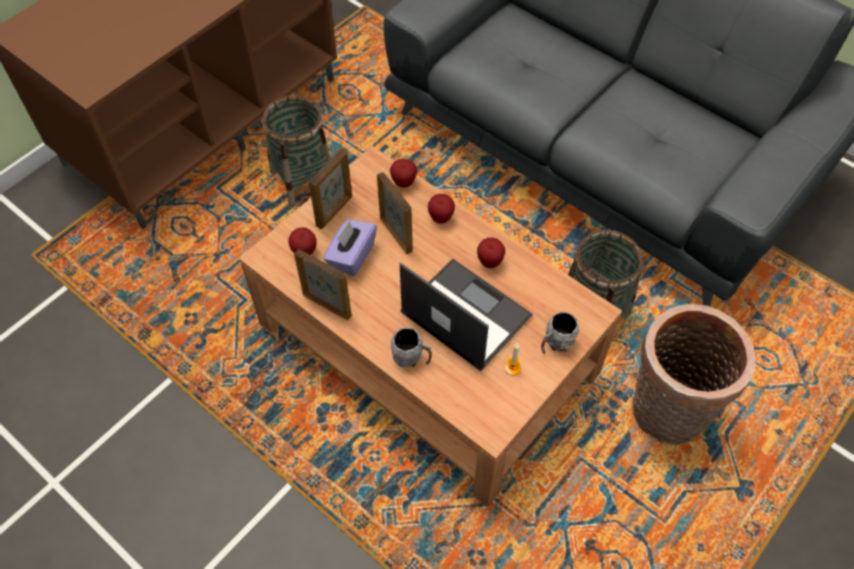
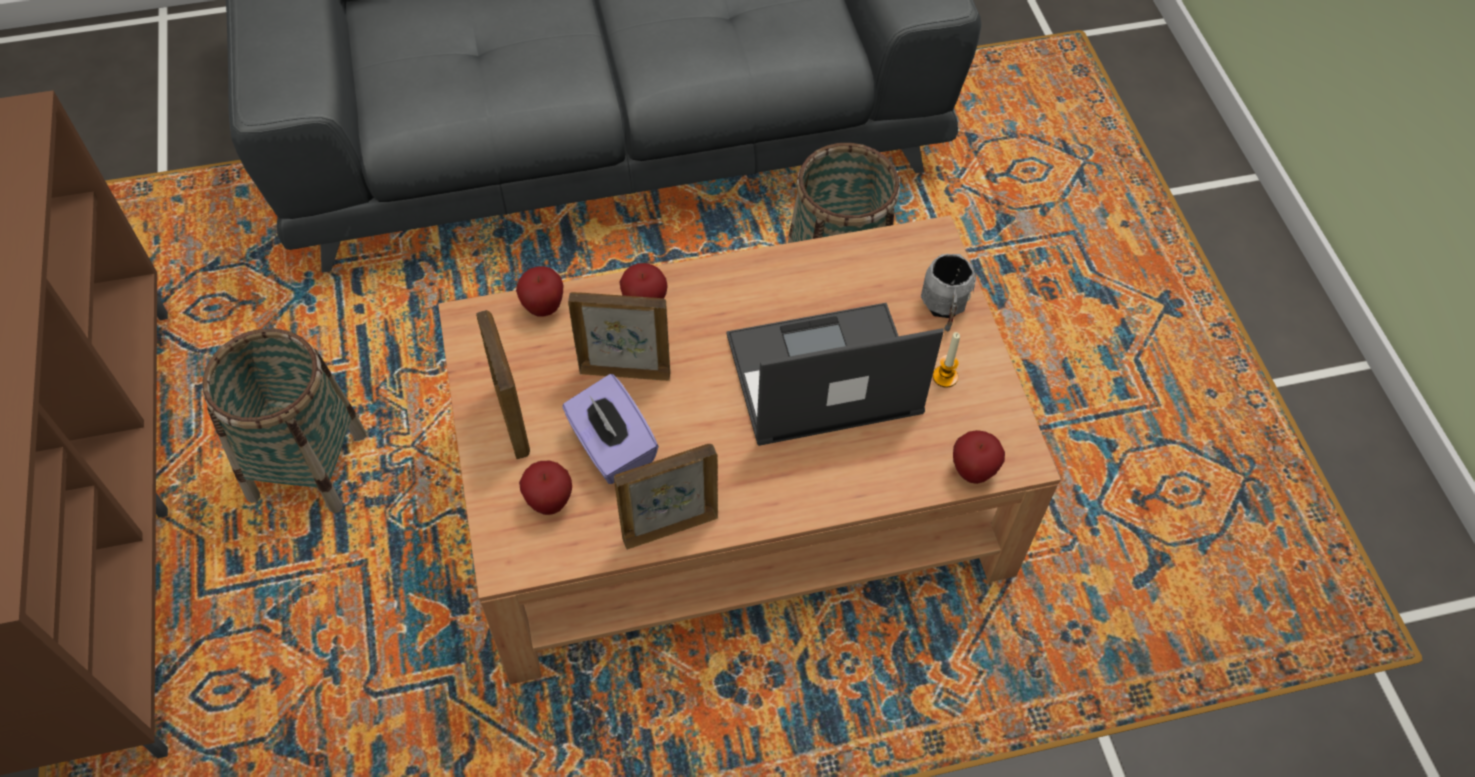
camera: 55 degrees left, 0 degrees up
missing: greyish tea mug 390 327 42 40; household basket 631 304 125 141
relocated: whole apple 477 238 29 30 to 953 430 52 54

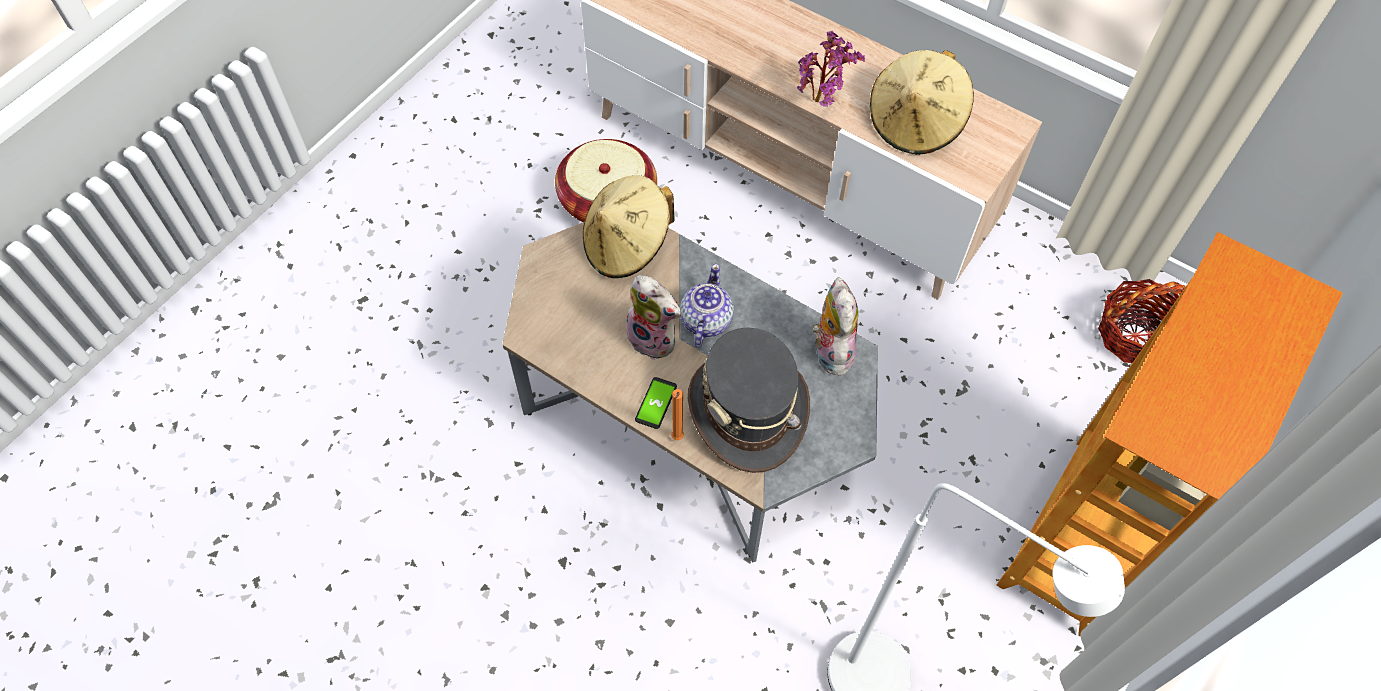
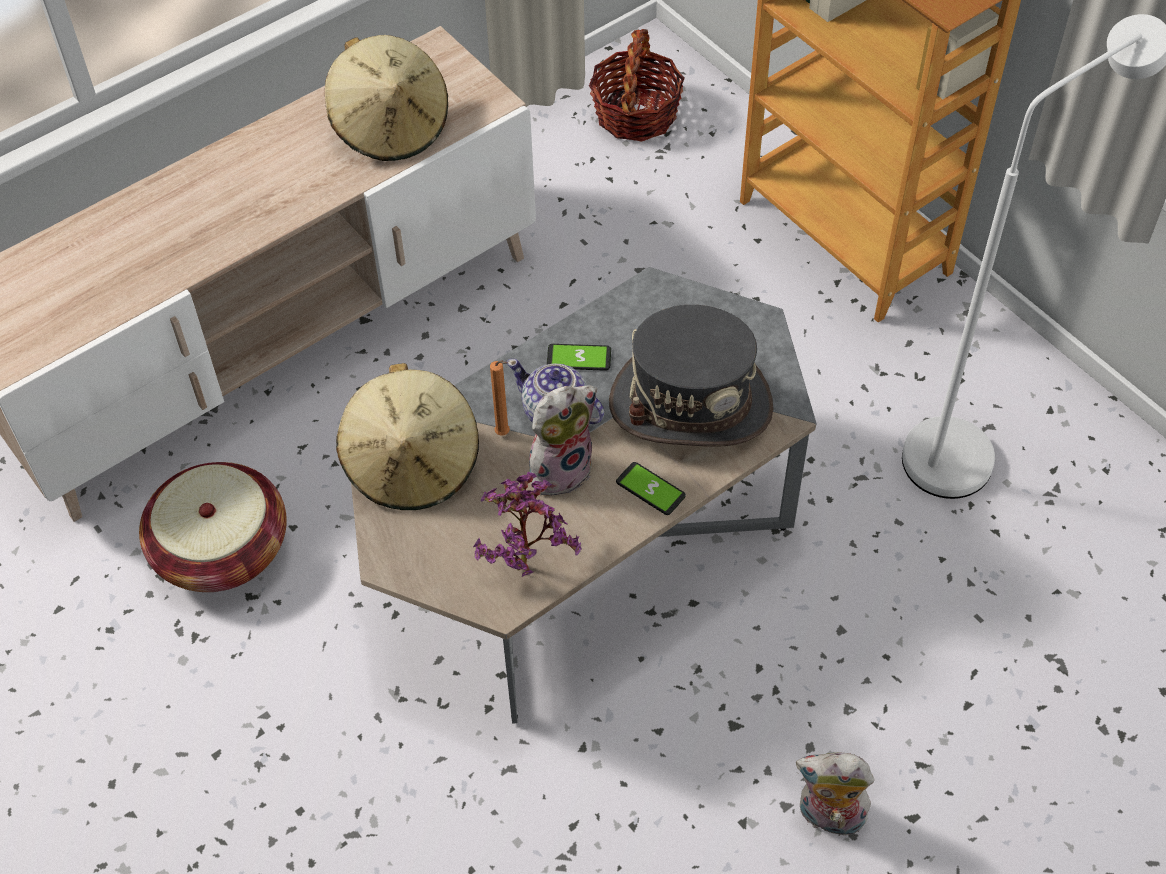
camera: 70 degrees left, 5 degrees down
appeared: phone 547 344 64 27
relocated: orange-coloured candle 671 389 13 51 to 490 360 20 76; houseplant 797 31 68 76 to 473 472 109 105; soft toy 812 277 46 99 to 796 752 78 84

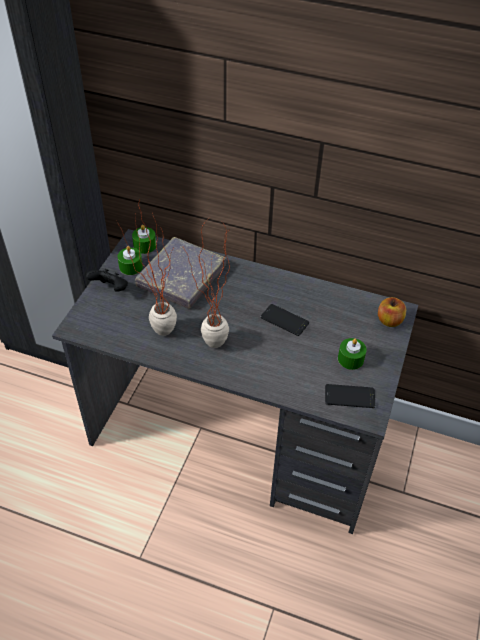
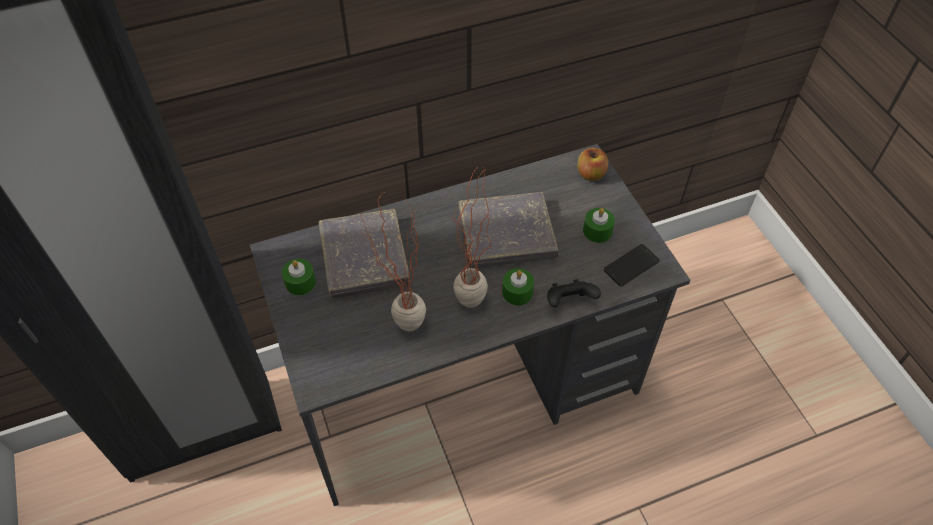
camera: 40 degrees left, 5 degrees up
relocated: blackish gamepad 86 269 42 23 to 547 279 54 29; green-coloured candle 132 225 24 29 to 502 268 32 38
exchanged: phone 261 304 48 32 to greyish volume 458 192 100 76

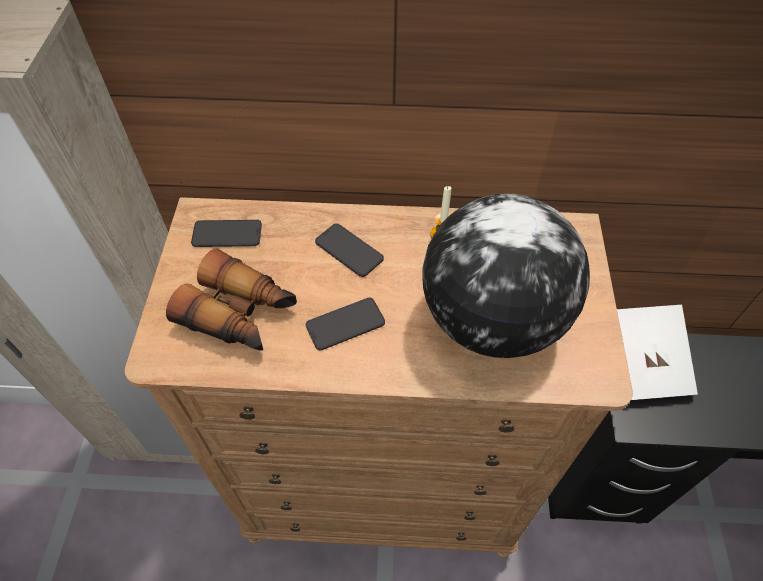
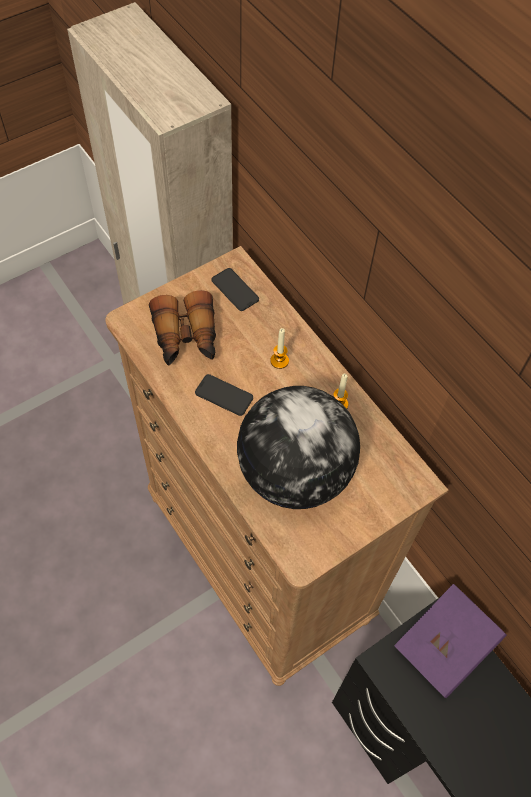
camera: 50 degrees right, 5 degrees up
exchanged: phone 315 223 69 54 to candle 270 328 19 41
colour: white volume 617 305 81 95 to purplish volume 394 584 113 114

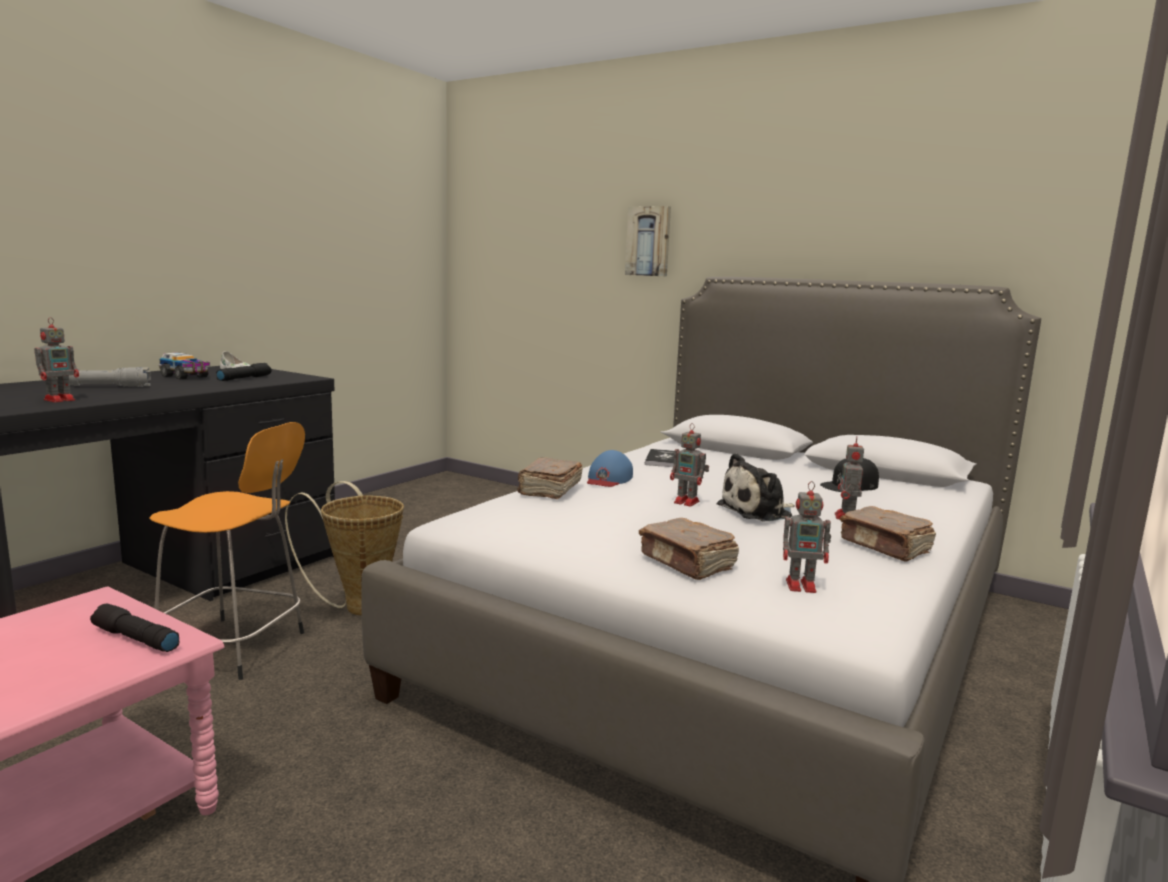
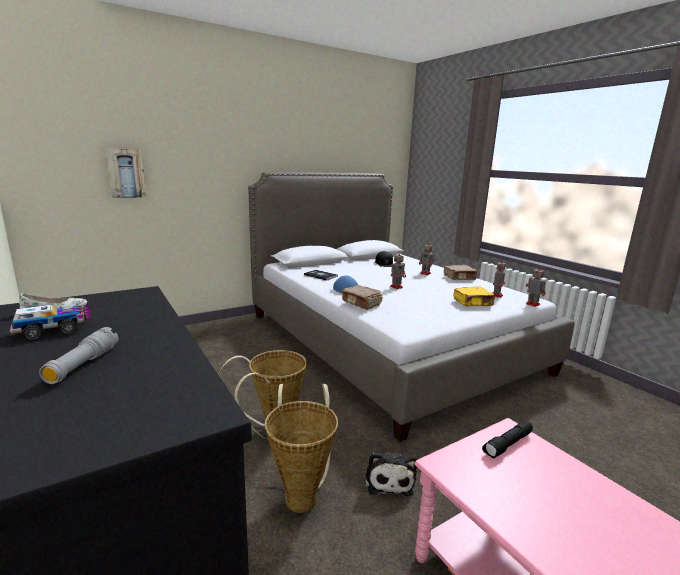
camera: 65 degrees left, 5 degrees up
missing: blackish flashlight 216 363 56 18
relocated: toy robot 34 317 45 85 to 526 269 20 38; picture 625 206 46 70 to 106 148 40 50; soft toy 717 453 78 68 to 365 452 52 44
exchanged: orange-coloured stool 149 422 156 258 to household basket 265 384 73 129
colour: brown-coloured volume 639 518 100 62 to yellow-coloured volume 453 286 42 20

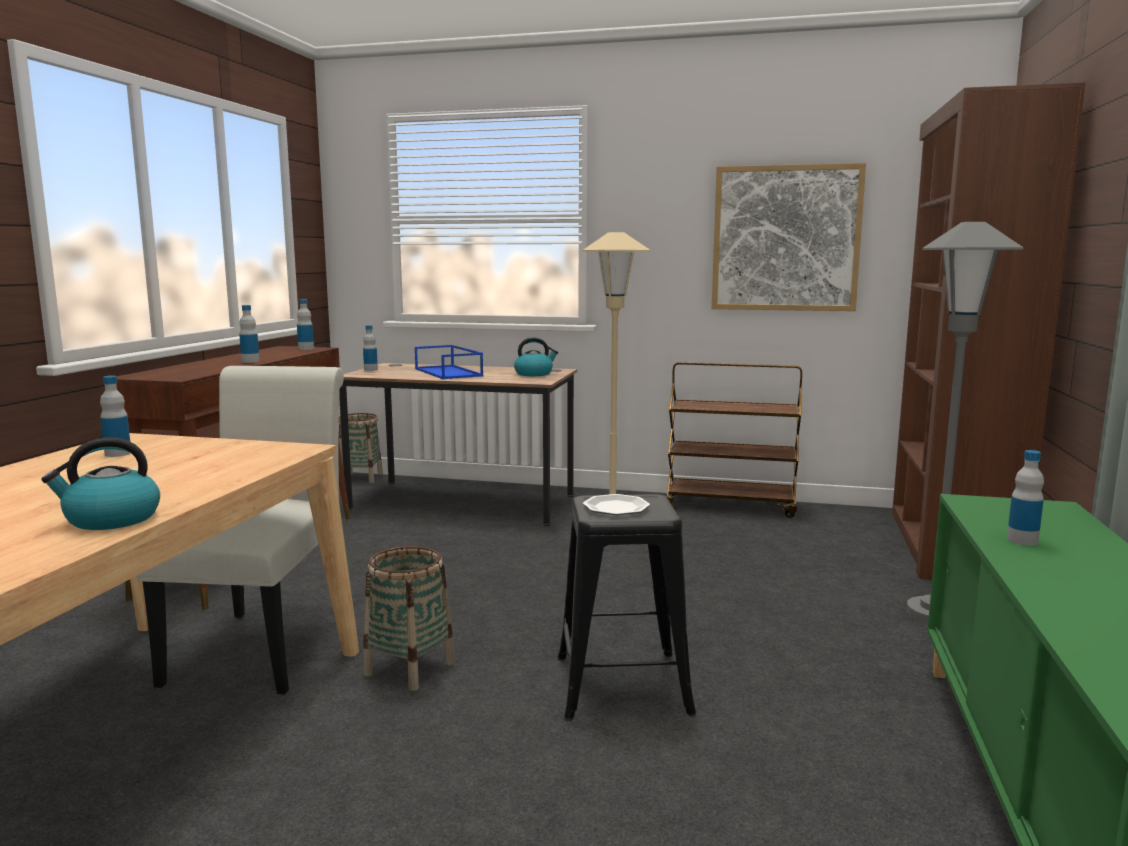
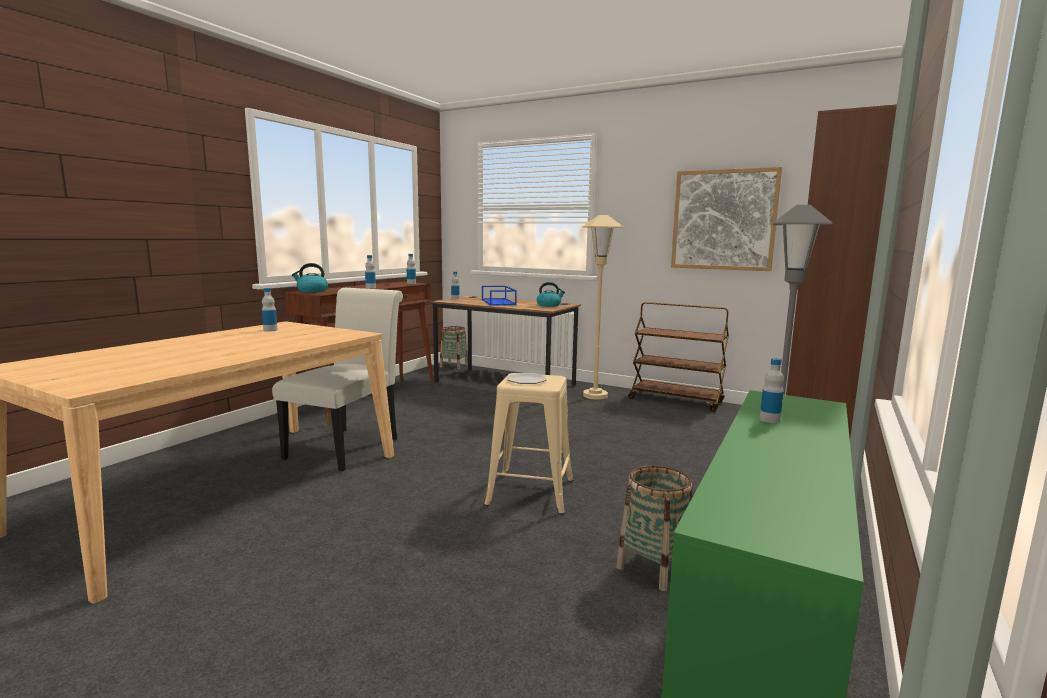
camera: 15 degrees right, 0 degrees up
relocated: kettle 41 437 119 93 to 292 263 36 29; household basket 363 546 92 145 to 617 465 75 126
colour: blackish stool 558 494 138 227 to sand-coloured stool 484 373 89 142

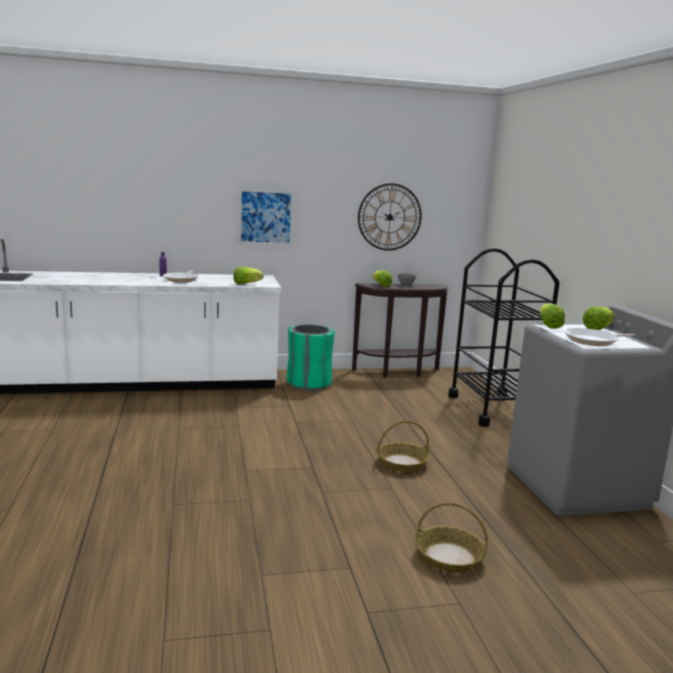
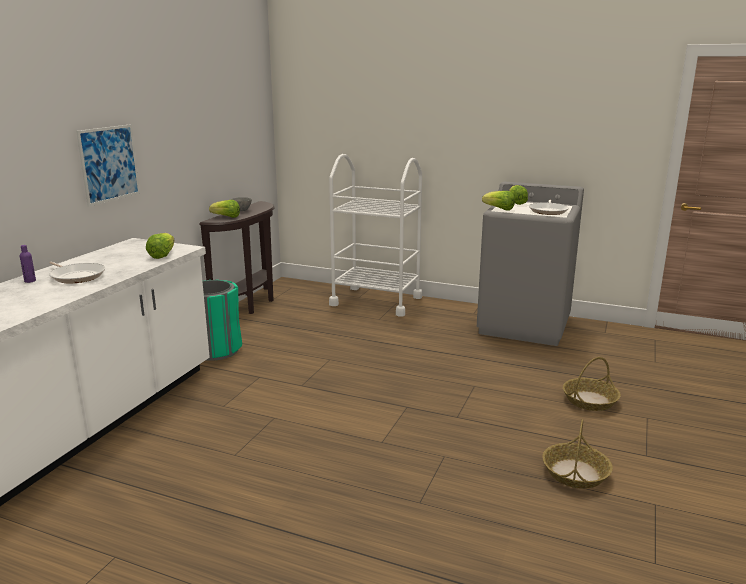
camera: 55 degrees left, 5 degrees up
missing: hanging clock 358 183 64 68
relocated: household basket 377 421 53 51 to 542 419 71 70
colour: blackish cart 448 248 111 179 to white cart 329 154 93 162

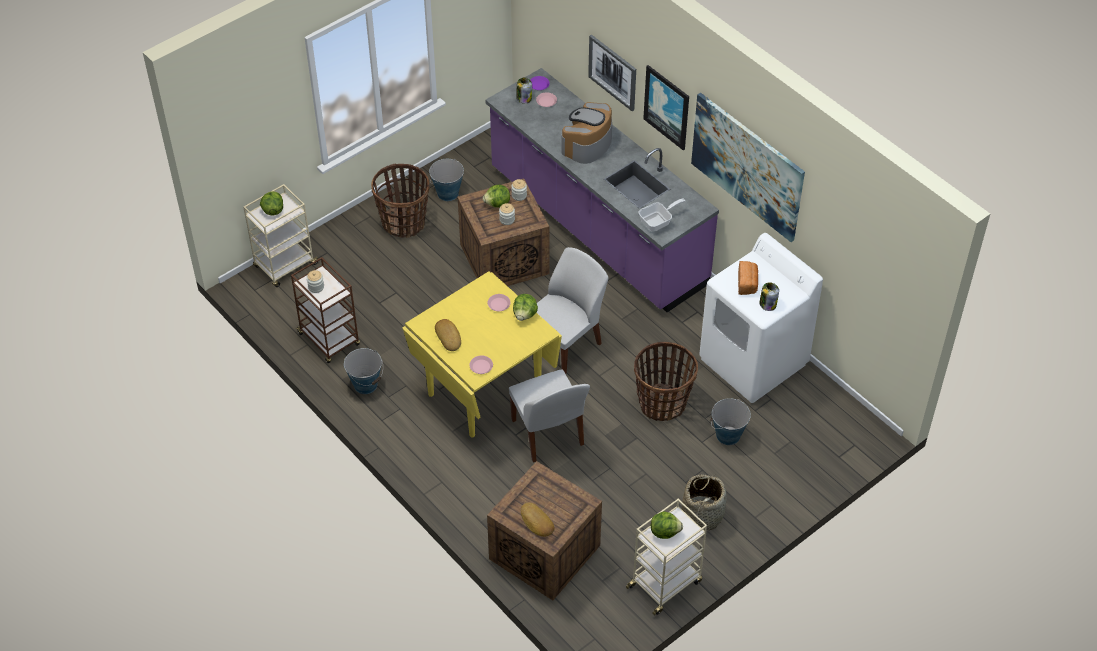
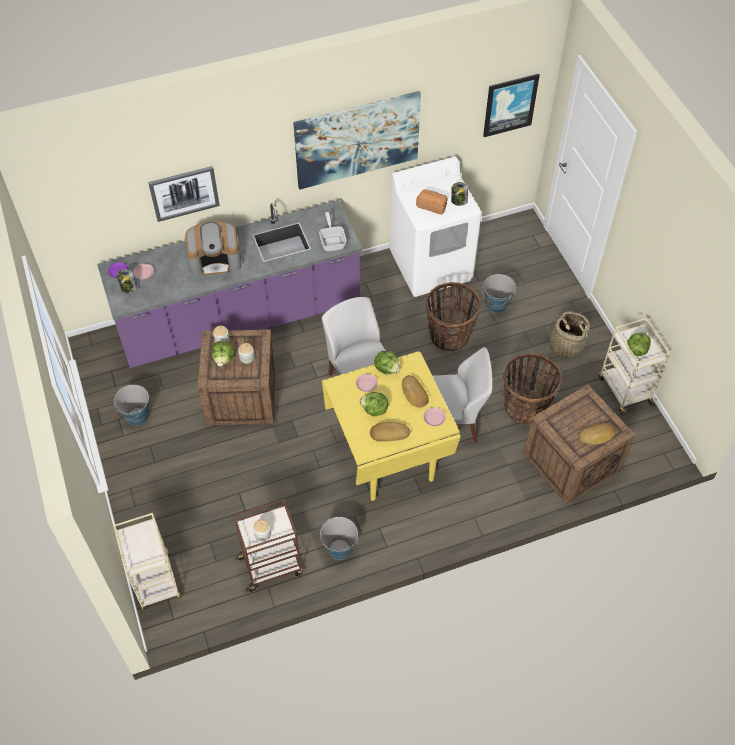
camera: 70 degrees left, 5 degrees up
appeared: baked bread 402 375 27 32
relocated: lettuce 260 191 23 24 to 360 392 28 24; household basket 371 164 58 74 to 503 353 59 72; picture 643 65 46 85 to 483 74 57 63
spun: coffee brewer 561 102 51 62 = 185 221 56 55 60 degrees counterclockwise

